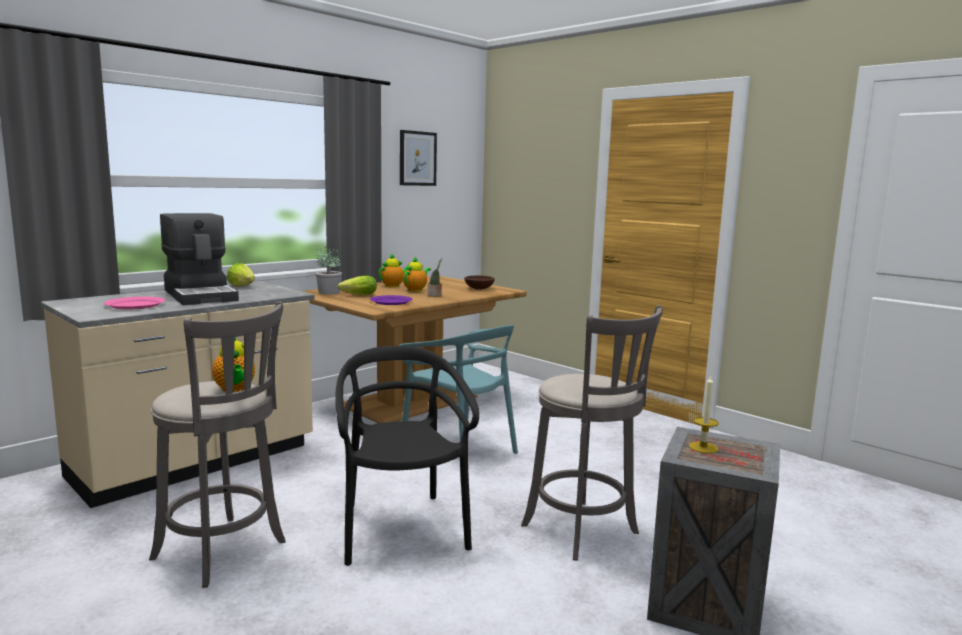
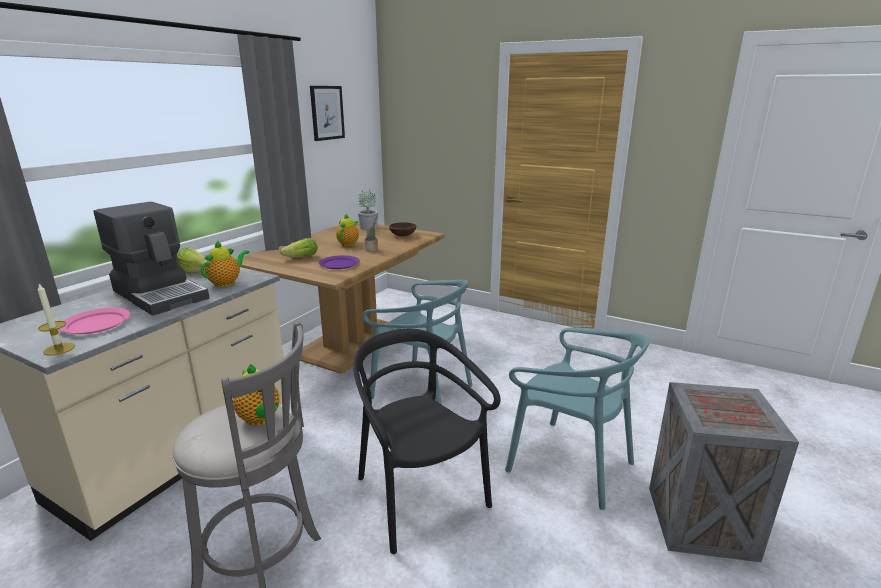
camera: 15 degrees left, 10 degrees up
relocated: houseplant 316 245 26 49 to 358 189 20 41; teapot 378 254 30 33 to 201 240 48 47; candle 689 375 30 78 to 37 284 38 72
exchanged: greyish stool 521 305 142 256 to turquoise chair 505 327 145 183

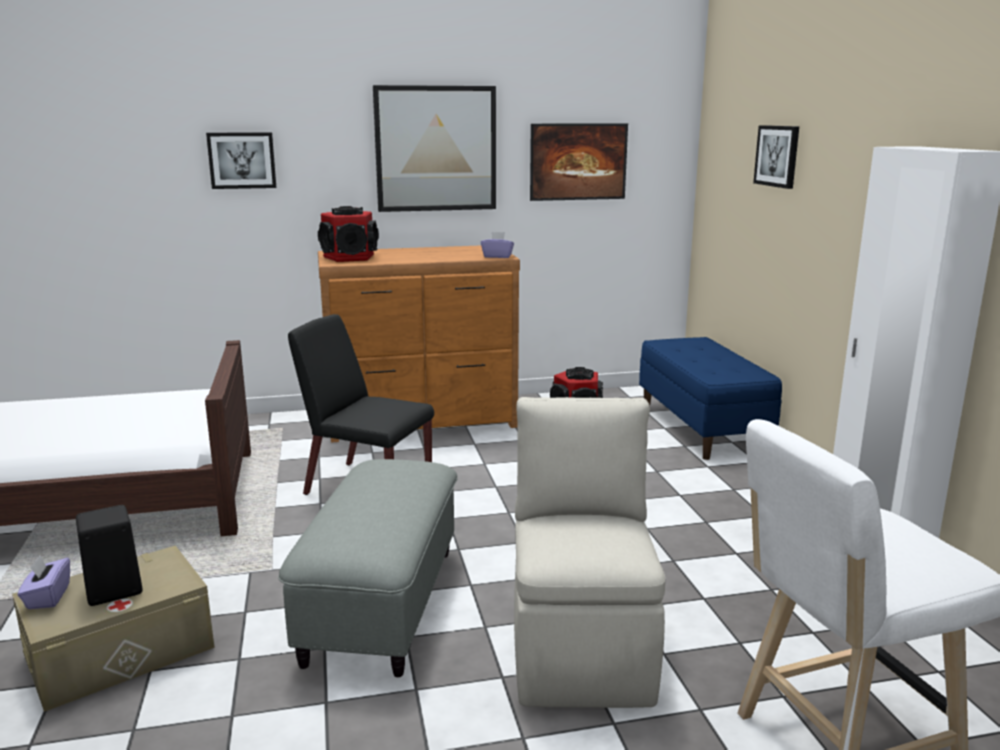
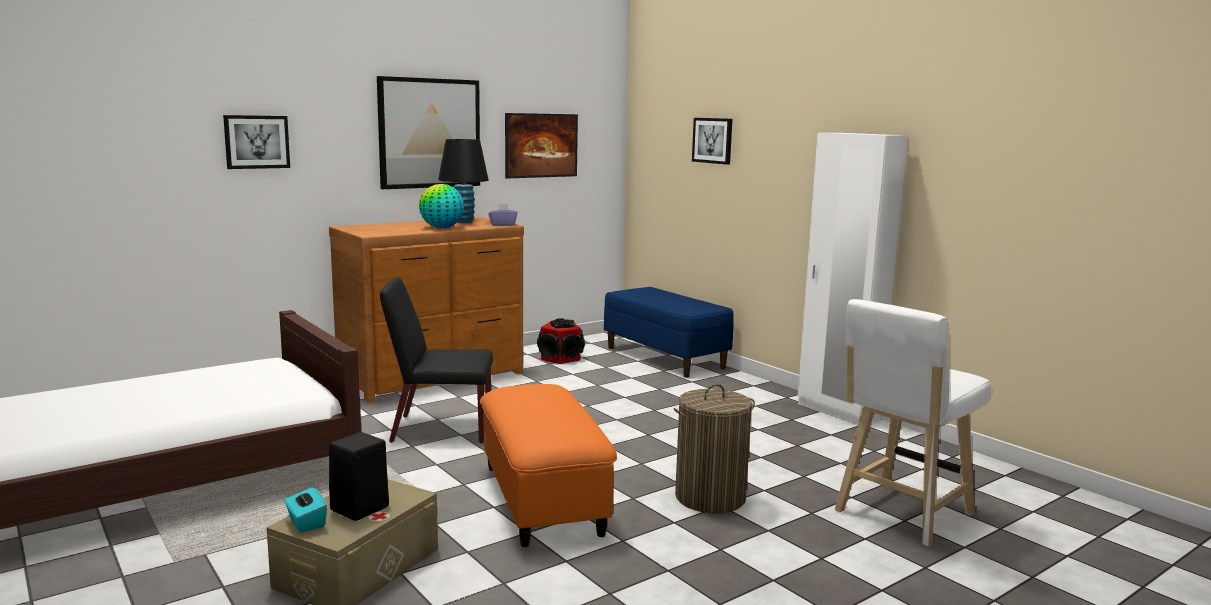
camera: 25 degrees left, 5 degrees down
missing: audio speaker 318 206 61 56
appeared: world globe 419 184 45 44; blackish tabletop lamp 438 139 51 84
exchanged: sand-coloured chair 514 397 151 311 to washing basket 674 384 81 129
colour: purplish tissue holder 18 555 52 54 to turquoise tissue holder 284 487 43 46; greyish footrest 278 459 180 218 to orange-coloured footrest 480 384 137 163

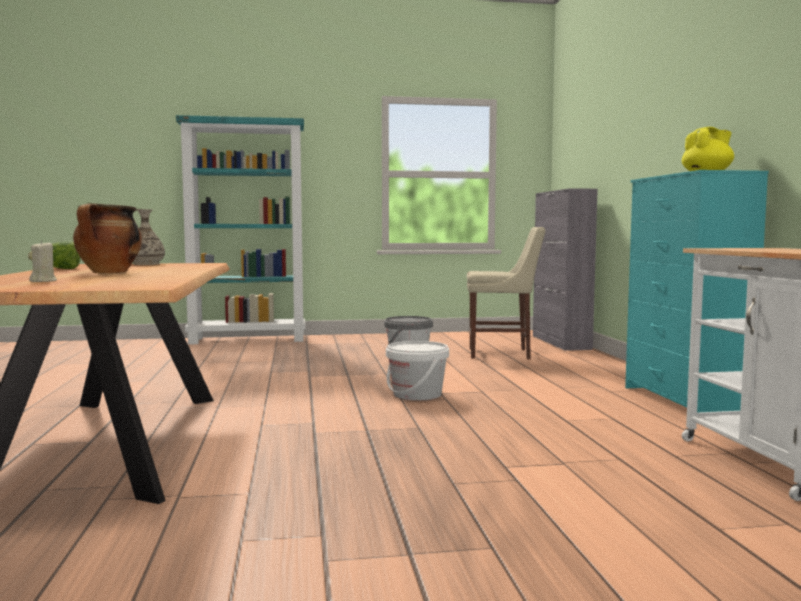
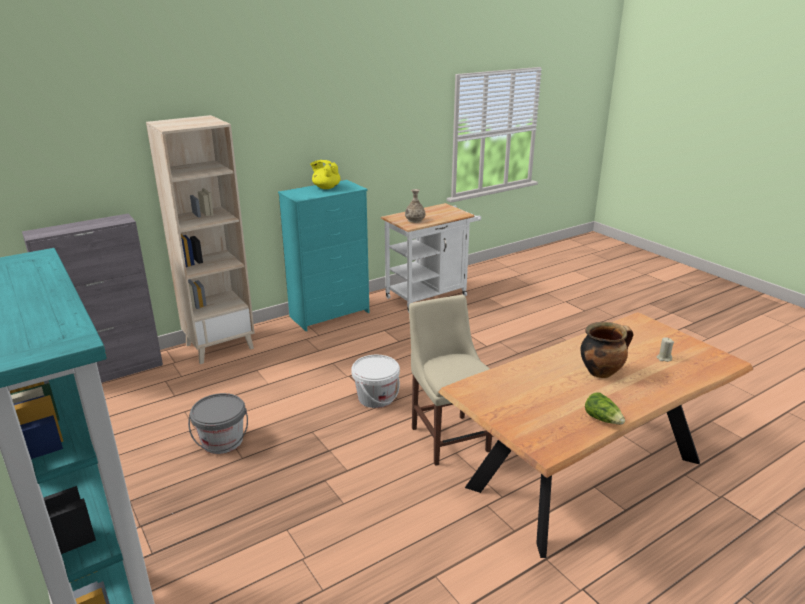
camera: 115 degrees left, 20 degrees up
appeared: sand-coloured bookcase 146 115 109 249
relocated: flower vase 133 209 32 56 to 405 189 21 34; sand-coloured chair 467 227 79 132 to 409 295 83 171

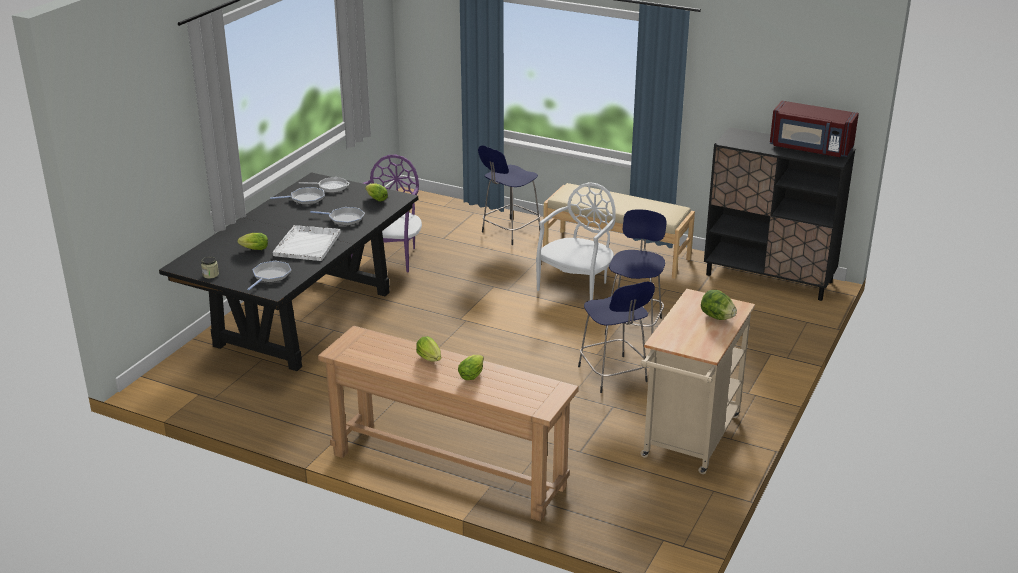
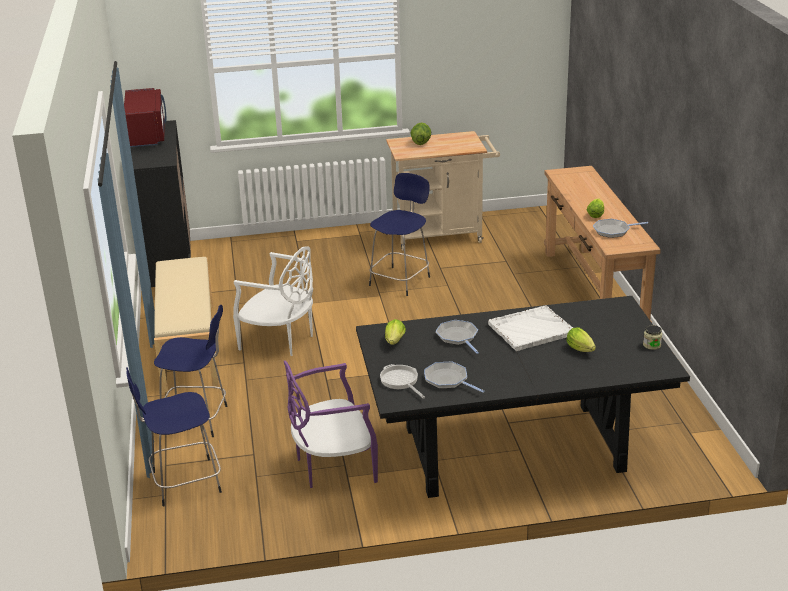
camera: 125 degrees left, 0 degrees up
missing: lettuce 458 355 26 25
relocated: pan 247 261 44 29 to 593 219 55 19; bluish stool 605 209 61 125 to 126 367 96 139
spun: white chair 536 182 80 118 = 233 246 80 110 150 degrees counterclockwise

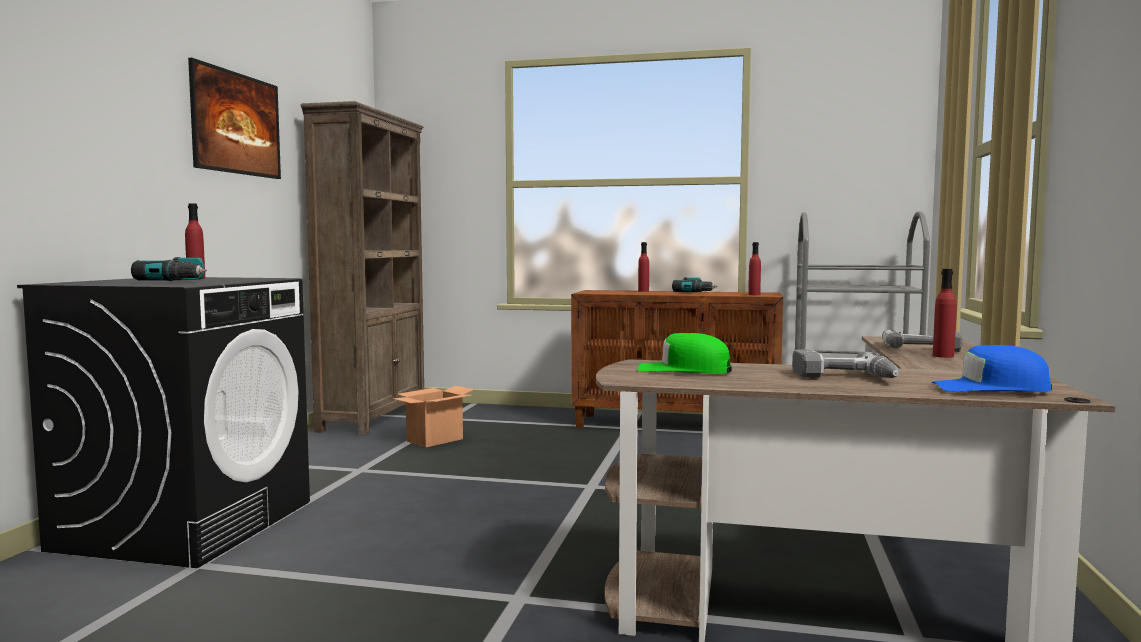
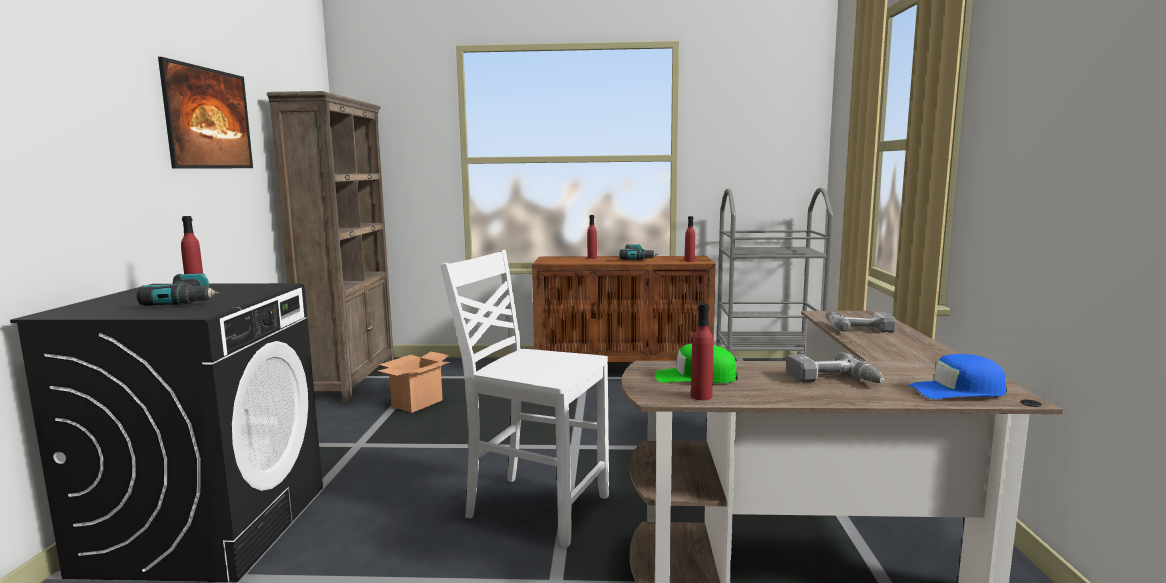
camera: 10 degrees left, 5 degrees up
appeared: white chair 441 250 168 297
relocated: red-coloured bottle 933 269 23 89 to 691 303 23 97

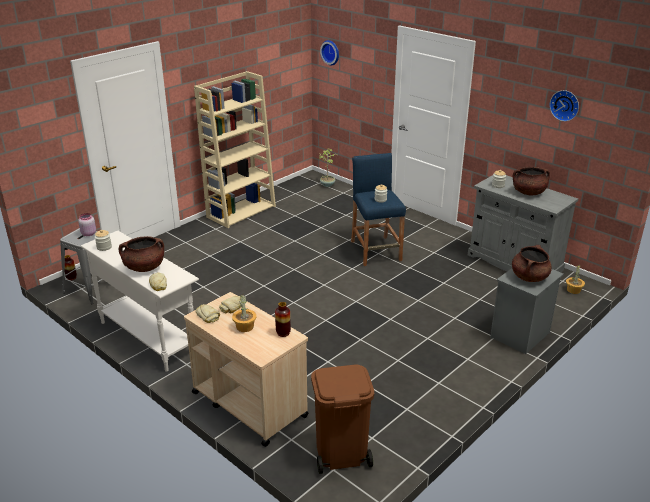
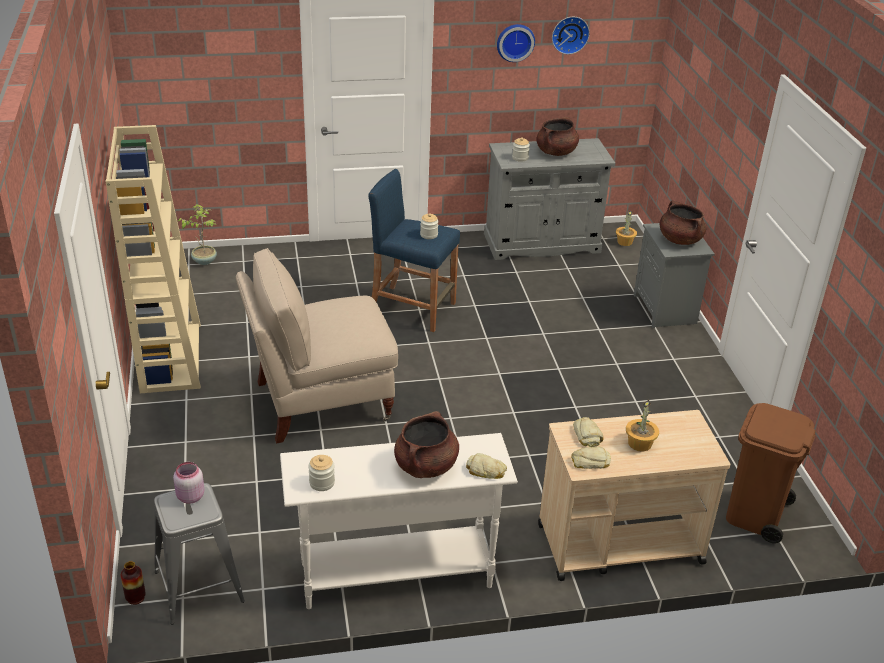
camera: 55 degrees left, 5 degrees up
missing: flower vase 275 302 16 35
appeared: sand-coloured chair 236 248 162 195
relocated: hanging clock 320 40 19 25 to 497 24 38 38

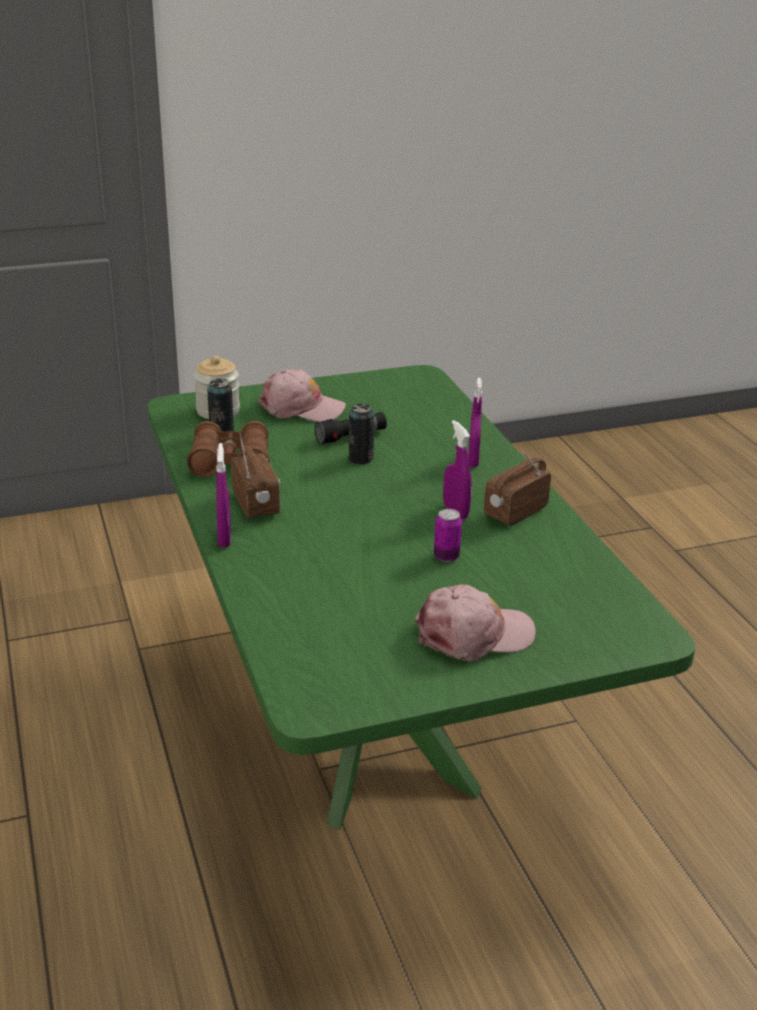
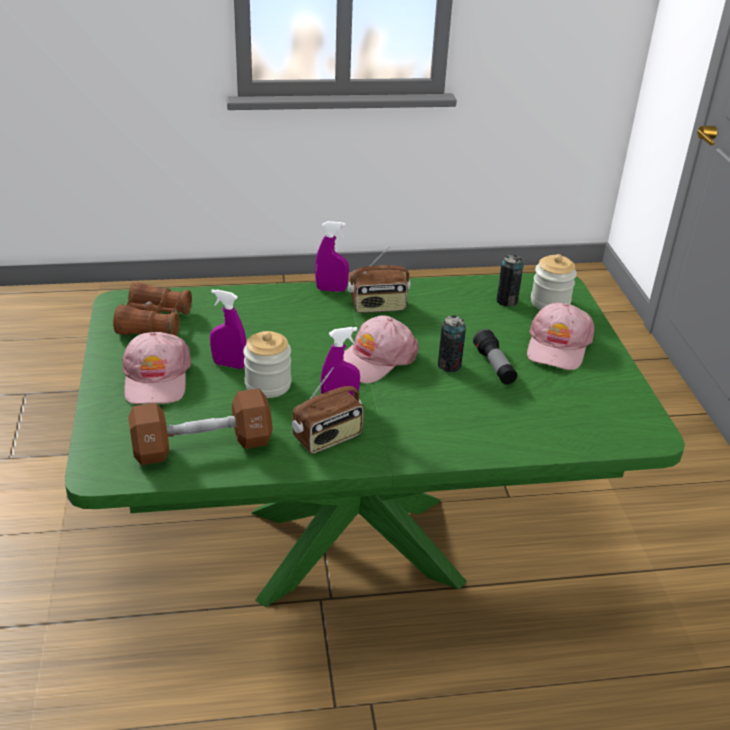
camera: 100 degrees right, 5 degrees up
appeared: brown-coloured dumbbell 128 388 145 77; pinkish peaked cap 343 315 76 69
relocated: brown-coloured pair of binoculars 187 421 83 56 to 113 282 79 54; purplish sprayer 468 378 14 89 to 210 289 36 80
exchanged: sealed can 434 509 28 53 to jar 243 331 48 67
spun: radio receiver 484 452 67 74 = 292 367 72 87 90 degrees clockwise

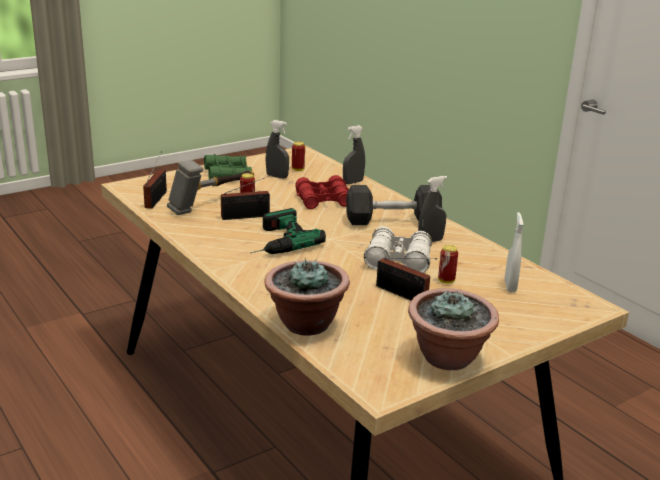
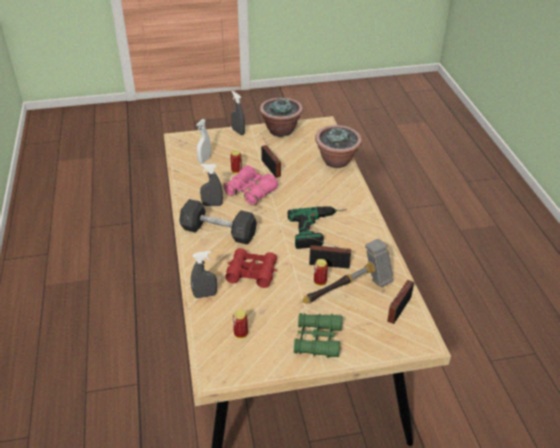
camera: 155 degrees left, 15 degrees up
relocated: greyish sprayer 266 120 23 59 to 231 91 14 44
colour: white pair of binoculars 364 227 68 46 to pinkish pair of binoculars 224 165 54 40

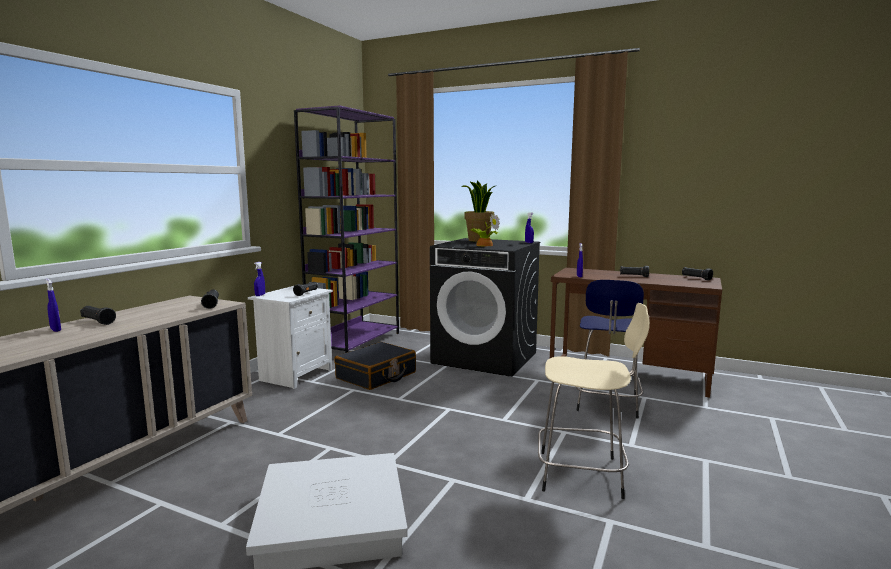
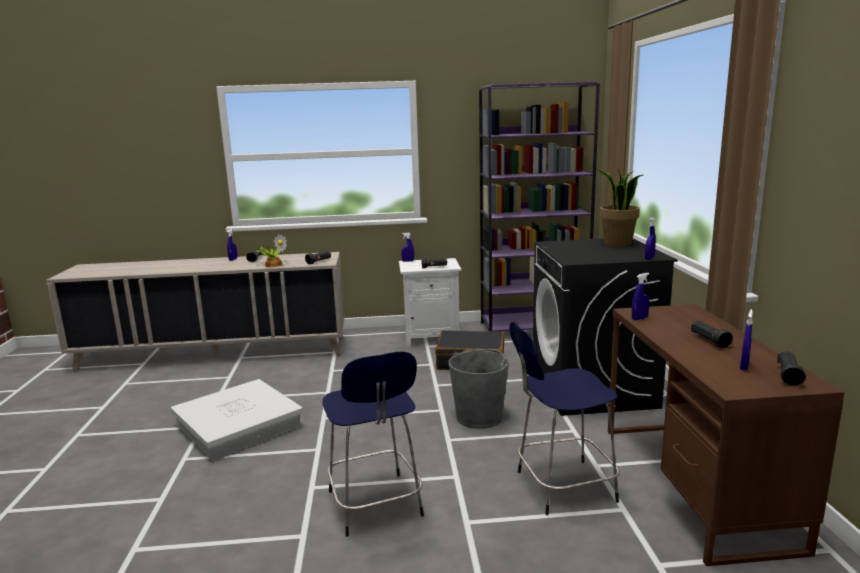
camera: 60 degrees right, 5 degrees up
appeared: greyish bucket 449 349 60 80; bluish sprayer 740 309 13 62
relocated: houseplant 469 214 31 32 to 254 234 33 33
colour: sand-coloured stool 538 303 112 196 to bluish stool 322 352 102 185

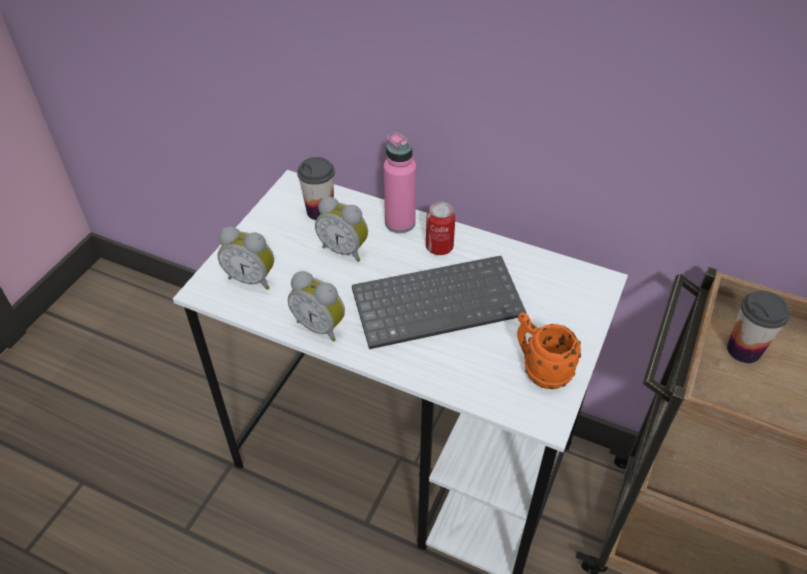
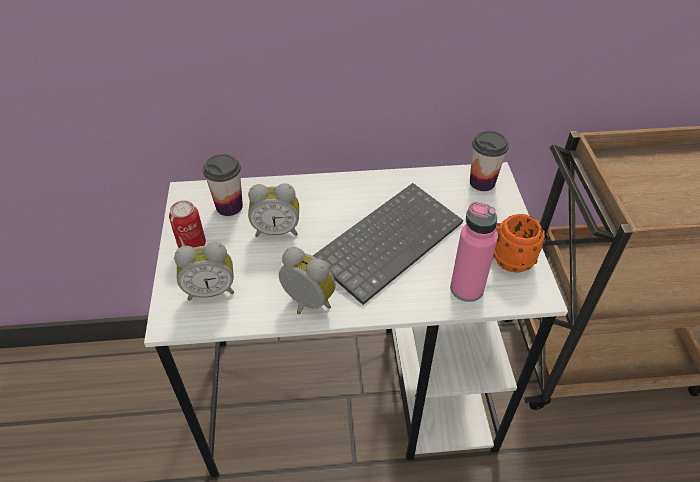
camera: 30 degrees left, 0 degrees up
relocated: pinkish bottle 384 132 32 101 to 450 202 48 100; sealed can 426 202 29 53 to 169 200 37 48; drinking cup 727 291 63 72 to 470 131 39 60
spun: alarm clock 288 271 57 71 = 279 247 57 67 150 degrees counterclockwise

